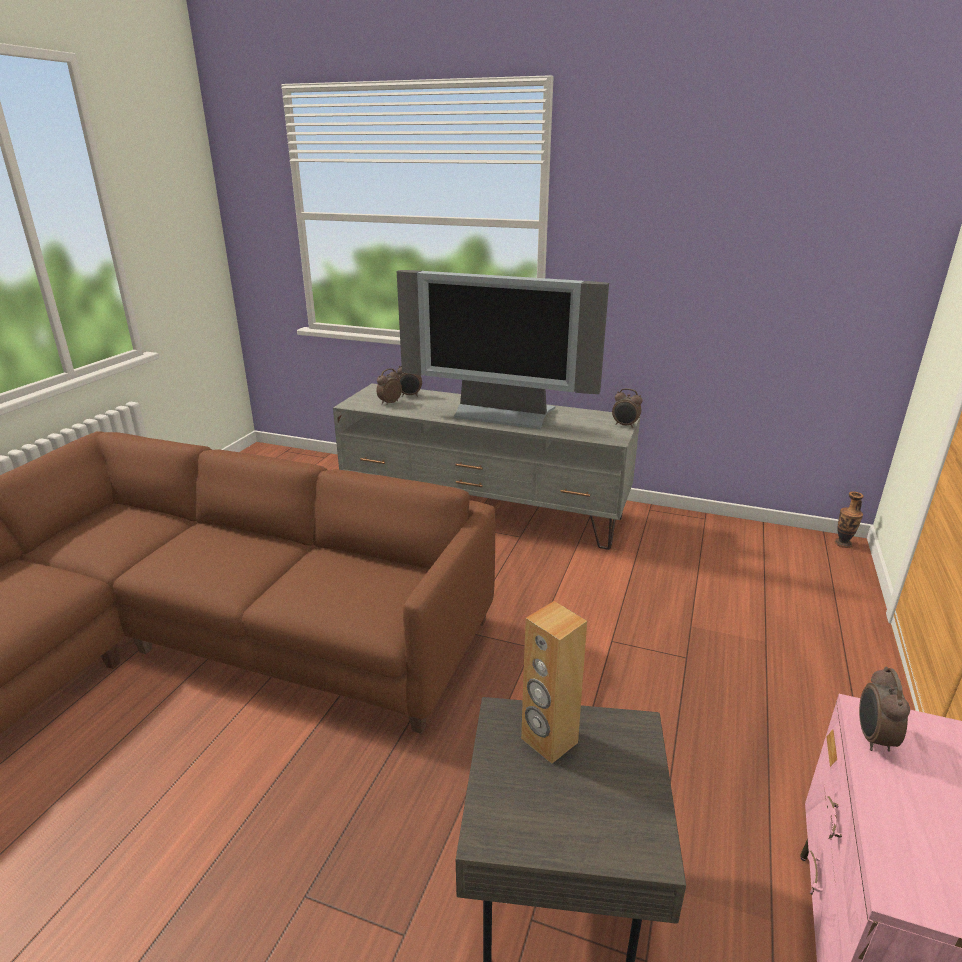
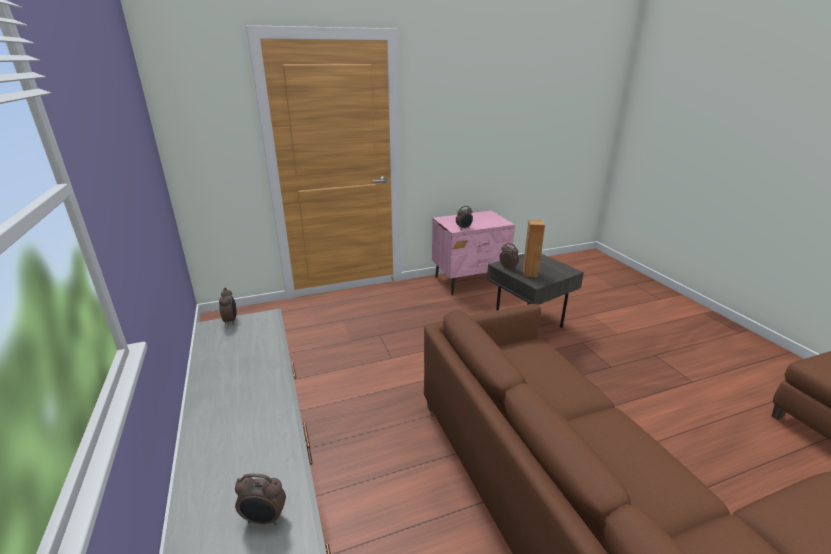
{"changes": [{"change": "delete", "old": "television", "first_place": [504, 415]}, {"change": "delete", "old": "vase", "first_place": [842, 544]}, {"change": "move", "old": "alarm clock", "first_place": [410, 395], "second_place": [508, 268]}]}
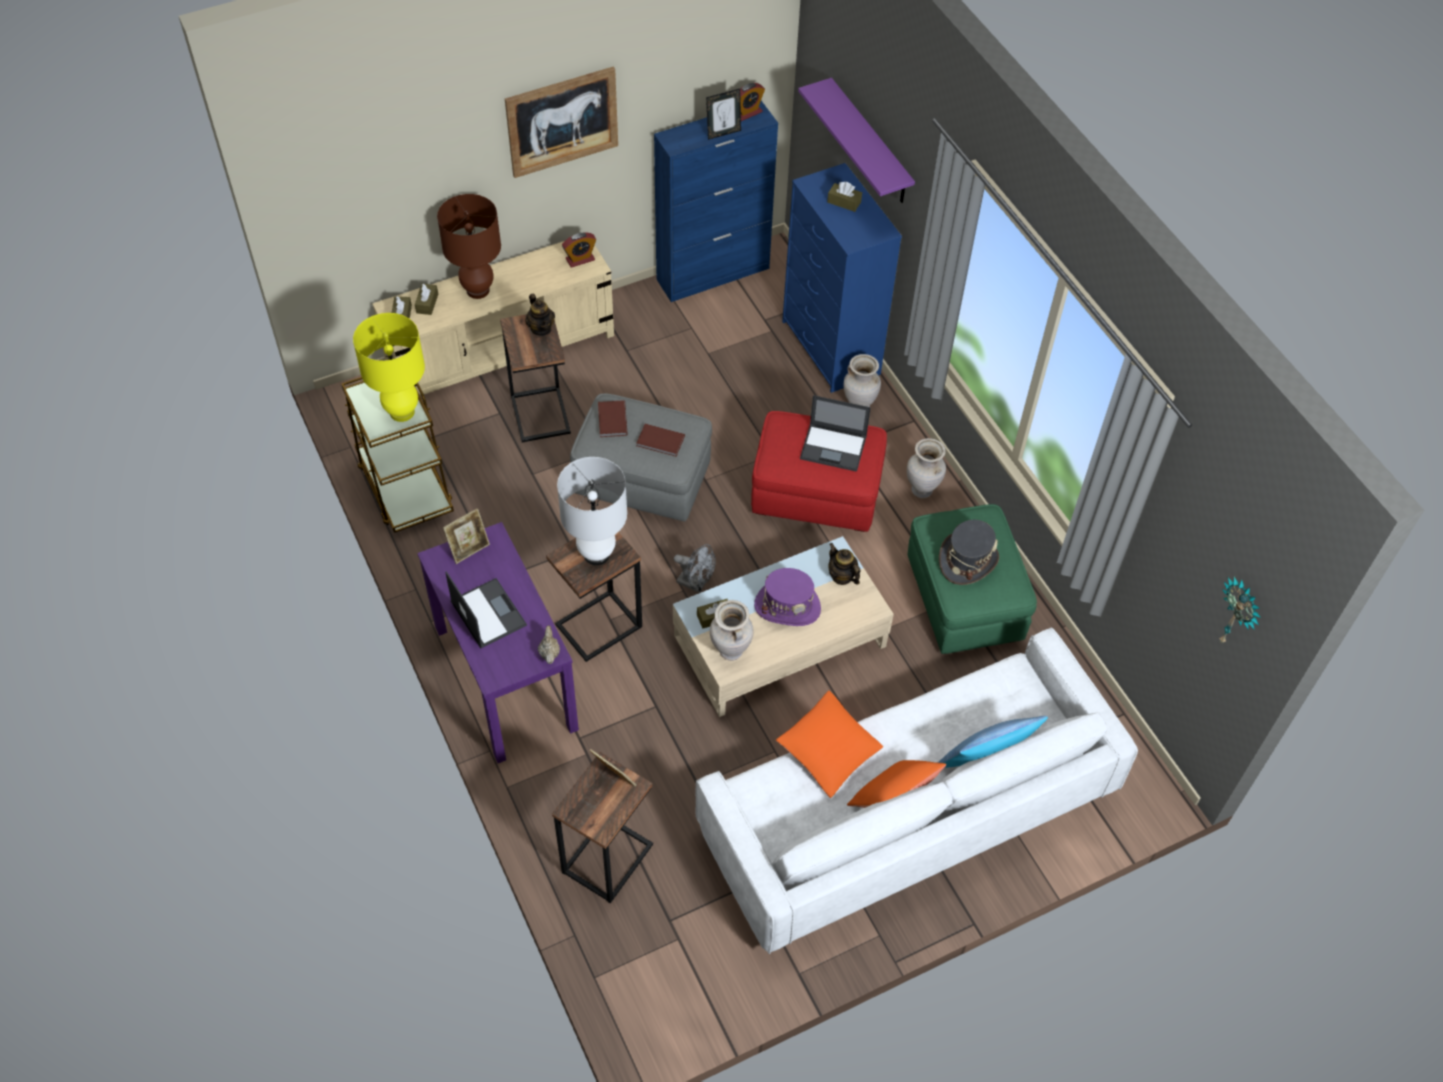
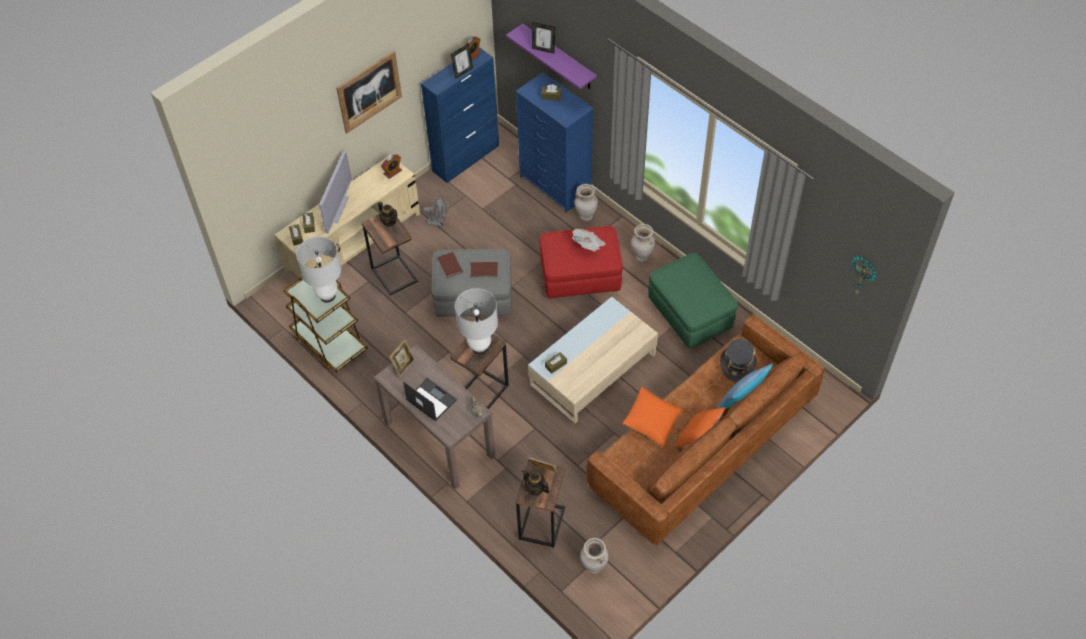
{"changes": [{"change": "delete", "old": "hat/purple", "first_place": [787, 606]}, {"change": "insert", "new": "picture frame", "second_place": [543, 49]}, {"change": "move", "old": "fan/grey", "first_place": [696, 584], "second_place": [438, 222]}, {"change": "move", "old": "vase/beige", "first_place": [730, 652], "second_place": [593, 567]}, {"change": "move", "old": "teapot", "first_place": [842, 576], "second_place": [535, 489]}, {"change": "move", "old": "hat/grey", "first_place": [967, 560], "second_place": [737, 364]}, {"change": "replace", "old": "table lamp/brown", "new": "television", "first_place": [478, 290], "second_place": [337, 208]}, {"change": "replace", "old": "laptop", "new": "newspaper", "first_place": [834, 447], "second_place": [588, 245]}, {"change": "recolor", "old": "table lamp/yellow", "new": "table lamp/white", "first_place": [402, 412], "second_place": [327, 296]}, {"change": "recolor", "old": "console table/purple", "new": "console table/brown", "first_place": [505, 677], "second_place": [438, 438]}, {"change": "recolor", "old": "sofa/white", "new": "sofa/brown", "first_place": [905, 813], "second_place": [702, 445]}]}
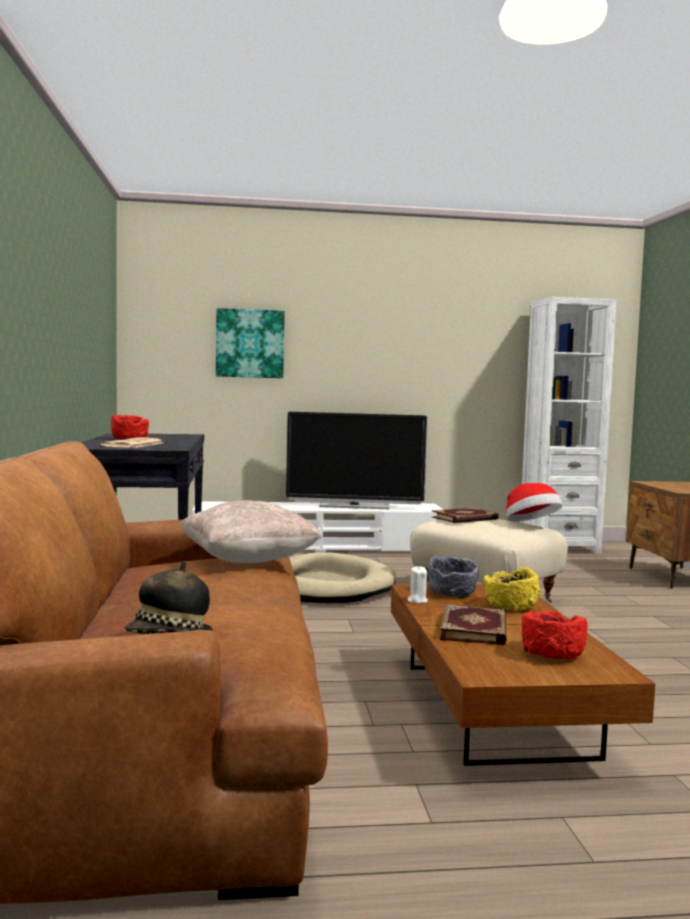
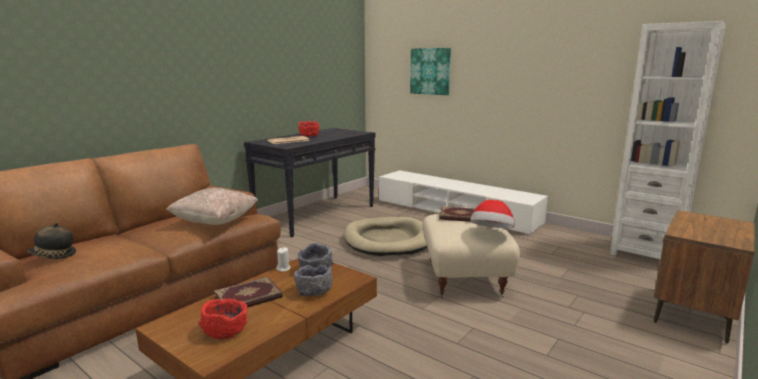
{"changes": [{"change": "delete", "old": "television", "first_place": [354, 506]}, {"change": "recolor", "old": "bowl/yellow", "new": "bowl/grey", "first_place": [511, 606], "second_place": [313, 291]}]}
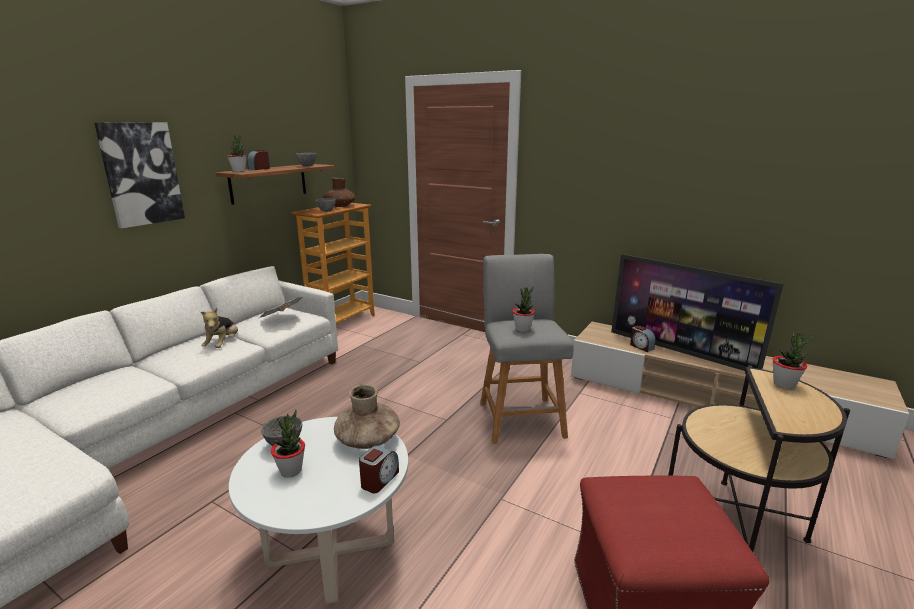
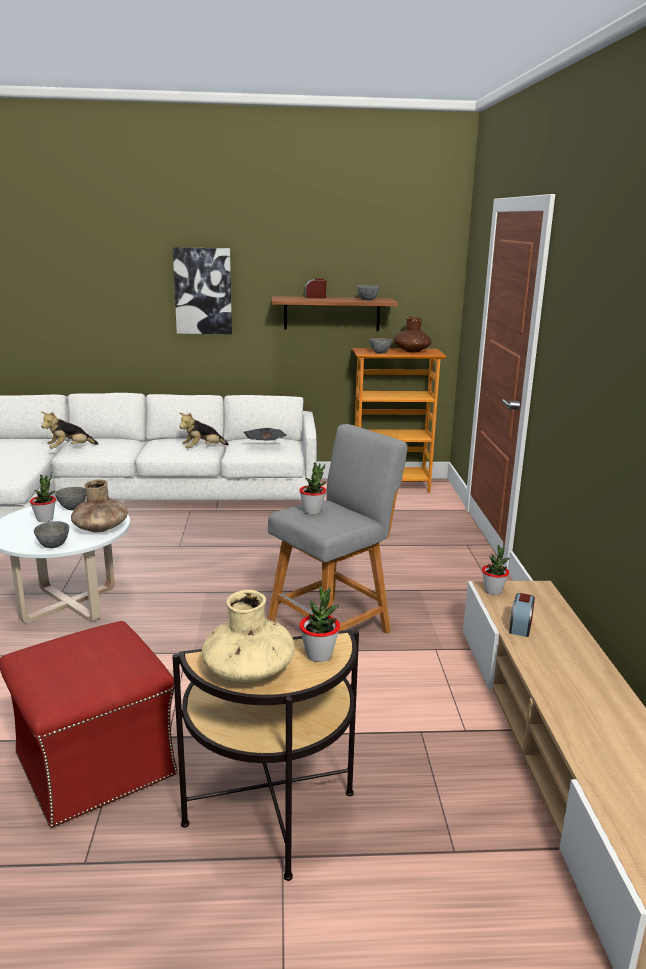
{"changes": [{"change": "delete", "old": "television", "first_place": [680, 351]}, {"change": "insert", "new": "plush toy", "second_place": [69, 449]}, {"change": "insert", "new": "vase/beige", "second_place": [248, 671]}, {"change": "move", "old": "potted plant", "first_place": [239, 171], "second_place": [493, 591]}, {"change": "replace", "old": "alarm clock", "new": "bowl/grey", "first_place": [379, 480], "second_place": [54, 546]}]}
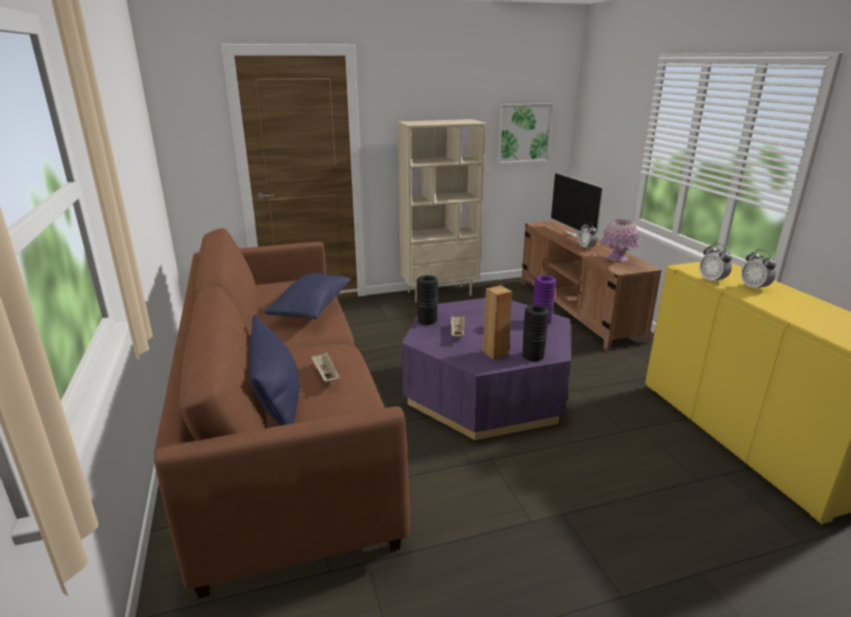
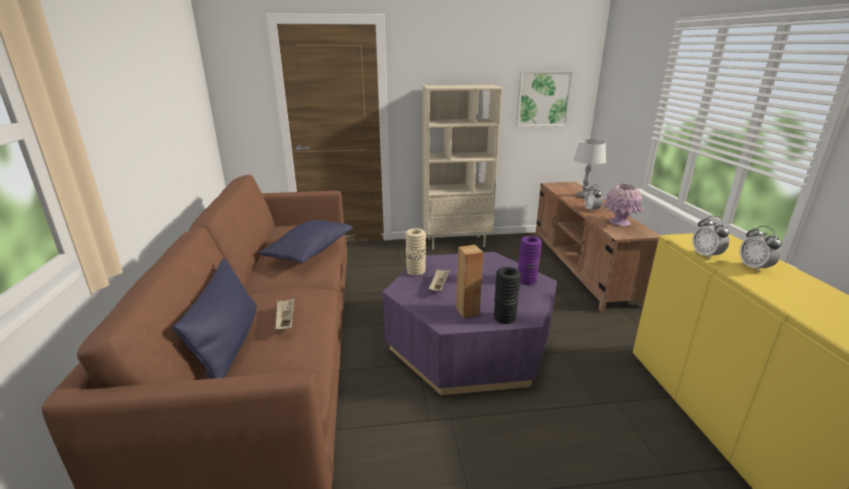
{"changes": [{"change": "replace", "old": "television", "new": "table lamp/grey", "first_place": [574, 234], "second_place": [584, 196]}, {"change": "recolor", "old": "vase/black", "new": "vase/beige", "first_place": [427, 321], "second_place": [416, 271]}]}
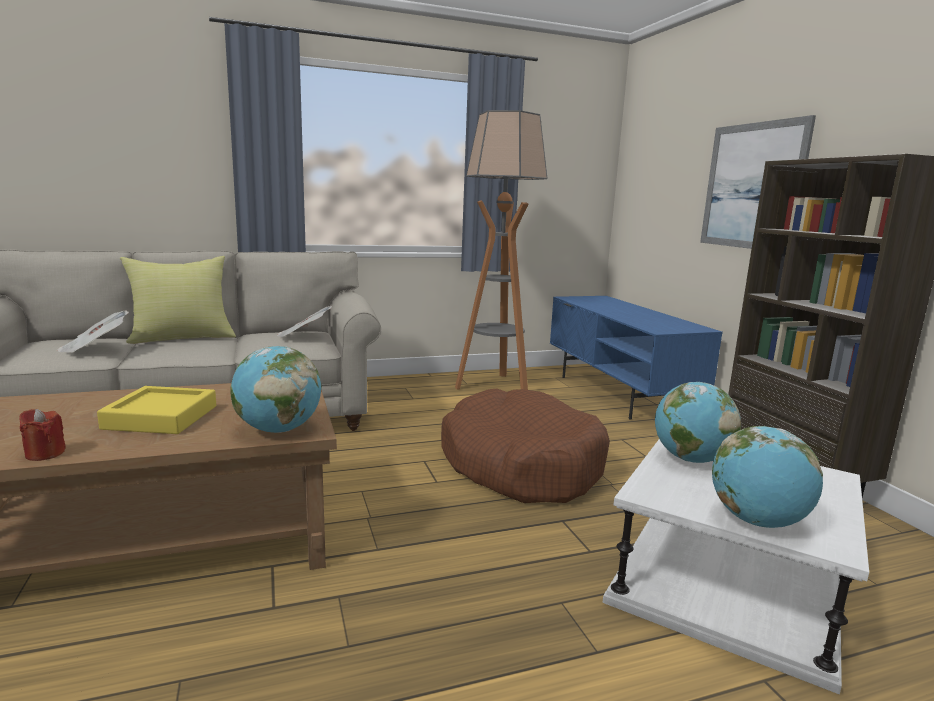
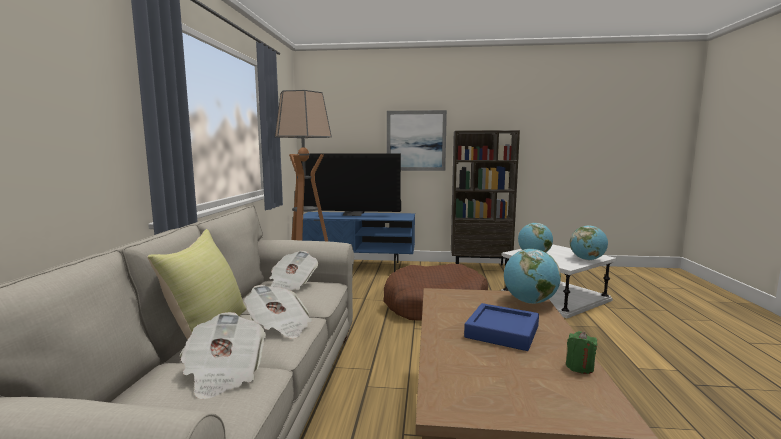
{"changes": [{"change": "insert", "new": "newspaper", "second_place": [280, 327]}, {"change": "insert", "new": "television", "second_place": [353, 214]}, {"change": "recolor", "old": "candle/red", "new": "candle/green", "first_place": [45, 454], "second_place": [579, 367]}, {"change": "recolor", "old": "tray/yellow", "new": "tray/blue", "first_place": [161, 417], "second_place": [502, 332]}]}
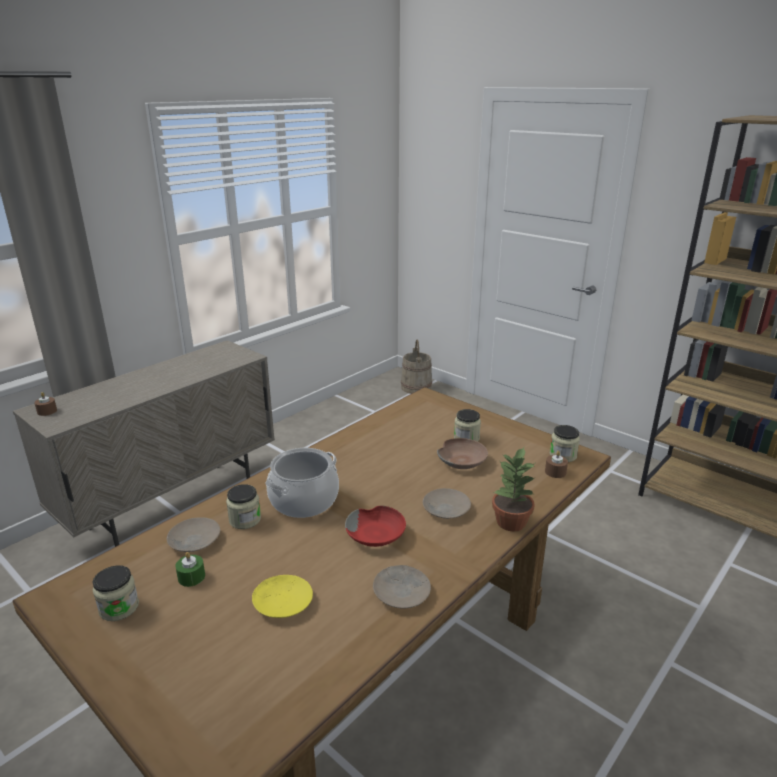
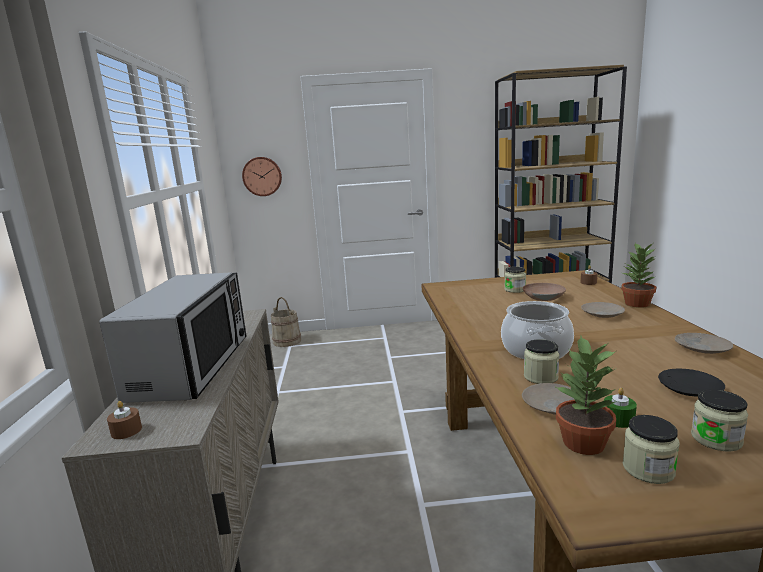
{"changes": [{"change": "delete", "old": "bowl/red", "first_place": [377, 534]}, {"change": "insert", "new": "microwave", "second_place": [192, 366]}, {"change": "insert", "new": "wall clock", "second_place": [262, 176]}, {"change": "insert", "new": "potted plant", "second_place": [583, 444]}, {"change": "move", "old": "jar", "first_place": [563, 455], "second_place": [716, 439]}, {"change": "recolor", "old": "plate/yellow", "new": "plate/black", "first_place": [282, 602], "second_place": [689, 389]}]}
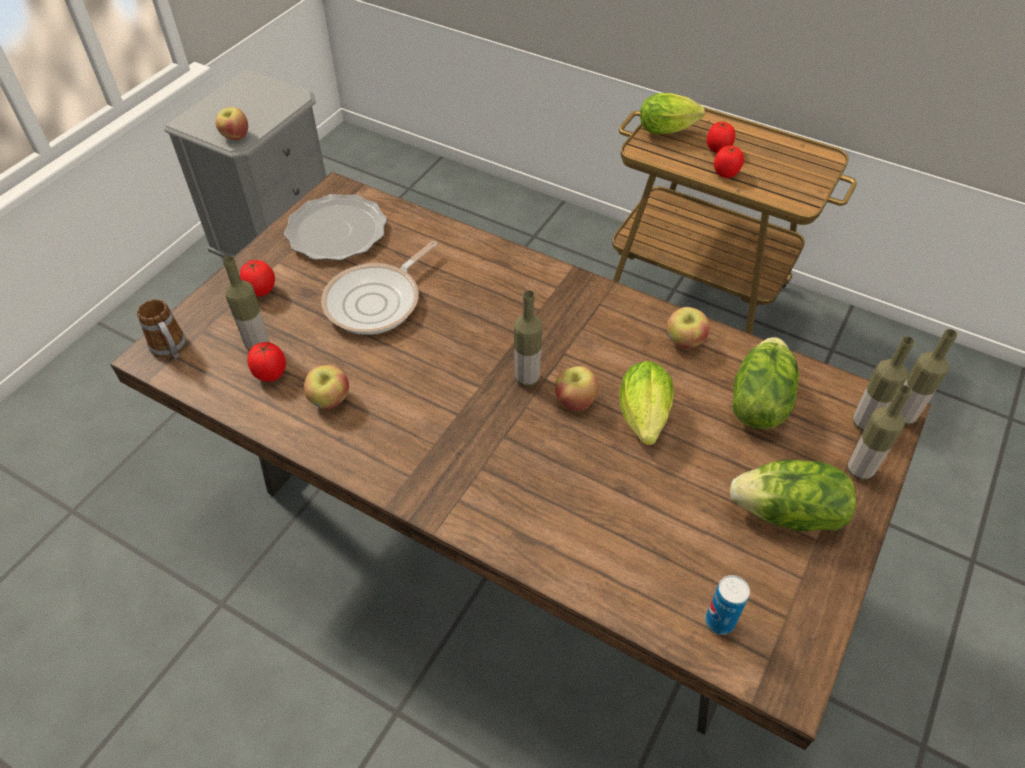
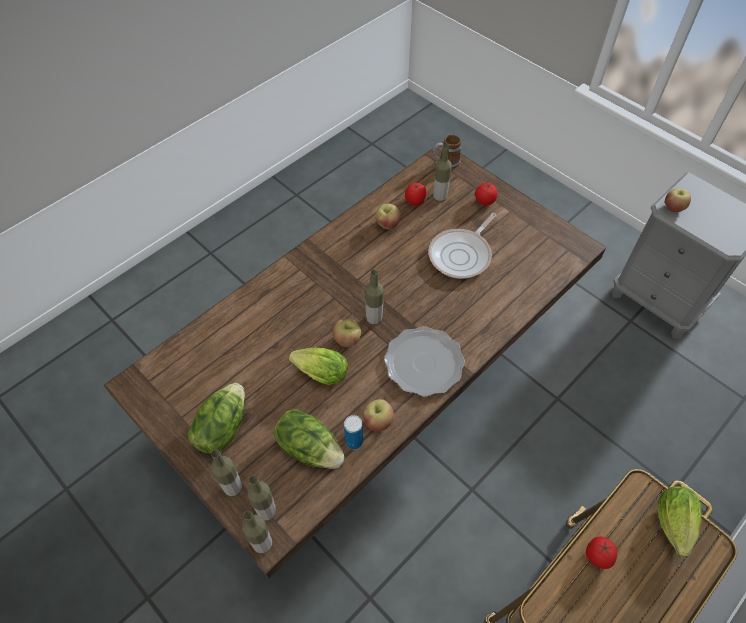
{"changes": [{"change": "delete", "old": "tomato", "first_place": [718, 150]}, {"change": "move", "old": "plate", "first_place": [336, 231], "second_place": [423, 362]}, {"change": "move", "old": "can", "first_place": [719, 621], "second_place": [354, 441]}, {"change": "rotate", "old": "frying pan", "first_place": [377, 301], "second_place": [462, 255], "degrees": -105}]}
